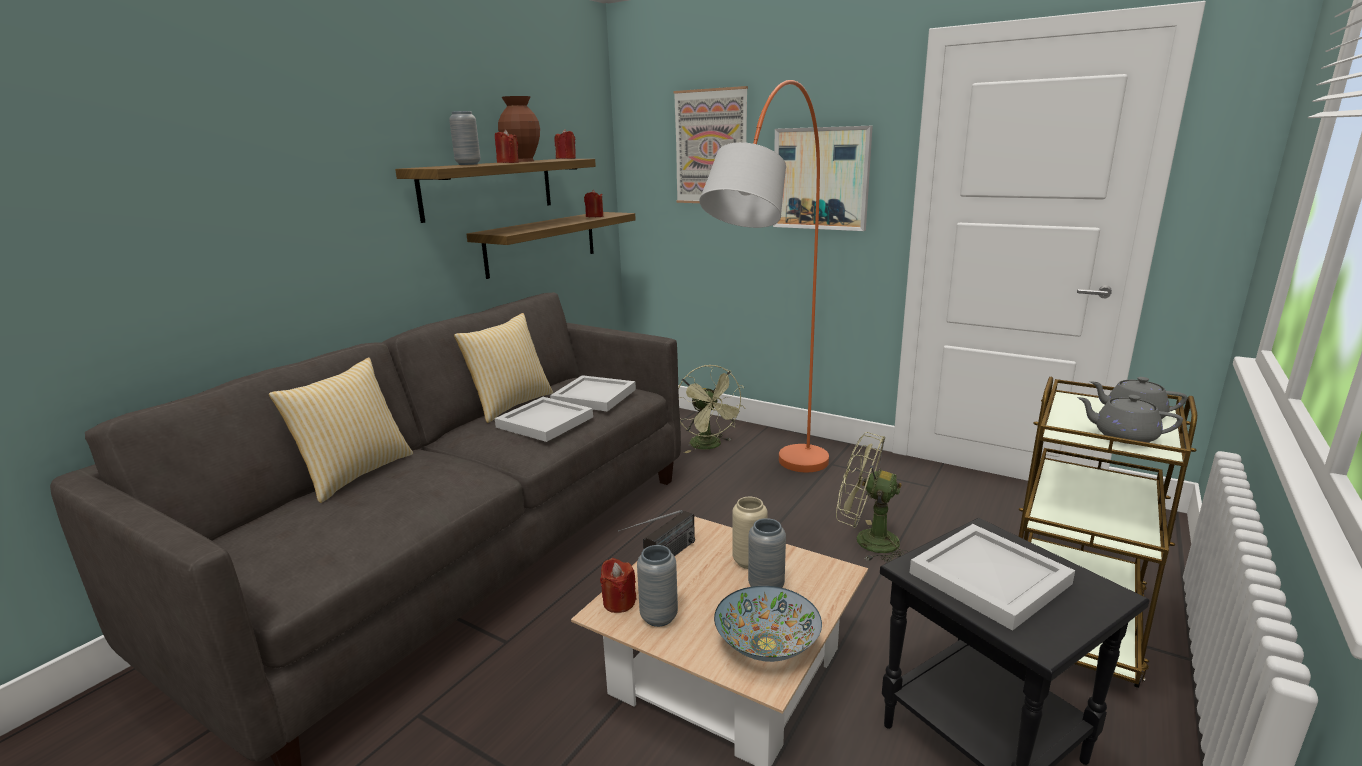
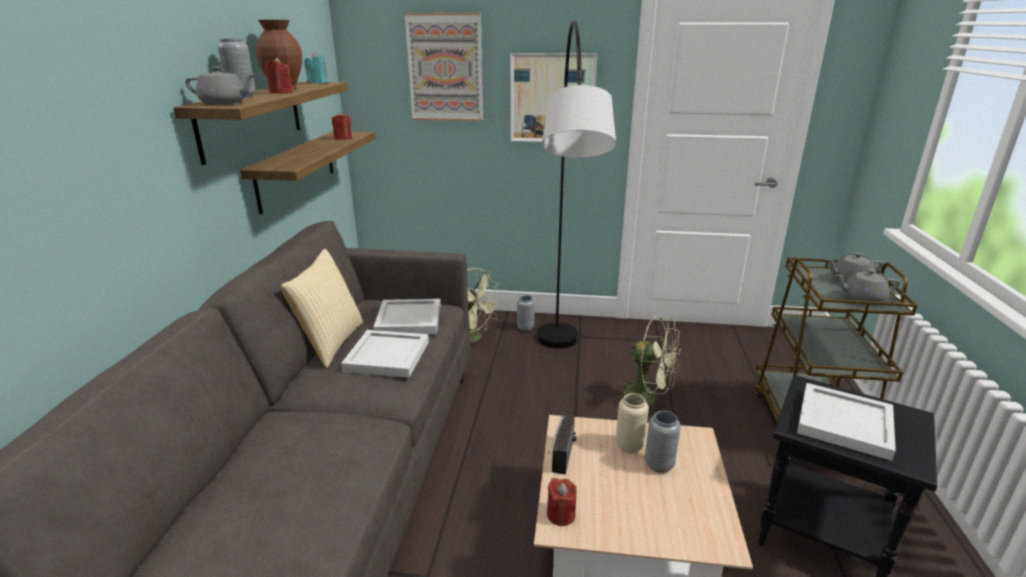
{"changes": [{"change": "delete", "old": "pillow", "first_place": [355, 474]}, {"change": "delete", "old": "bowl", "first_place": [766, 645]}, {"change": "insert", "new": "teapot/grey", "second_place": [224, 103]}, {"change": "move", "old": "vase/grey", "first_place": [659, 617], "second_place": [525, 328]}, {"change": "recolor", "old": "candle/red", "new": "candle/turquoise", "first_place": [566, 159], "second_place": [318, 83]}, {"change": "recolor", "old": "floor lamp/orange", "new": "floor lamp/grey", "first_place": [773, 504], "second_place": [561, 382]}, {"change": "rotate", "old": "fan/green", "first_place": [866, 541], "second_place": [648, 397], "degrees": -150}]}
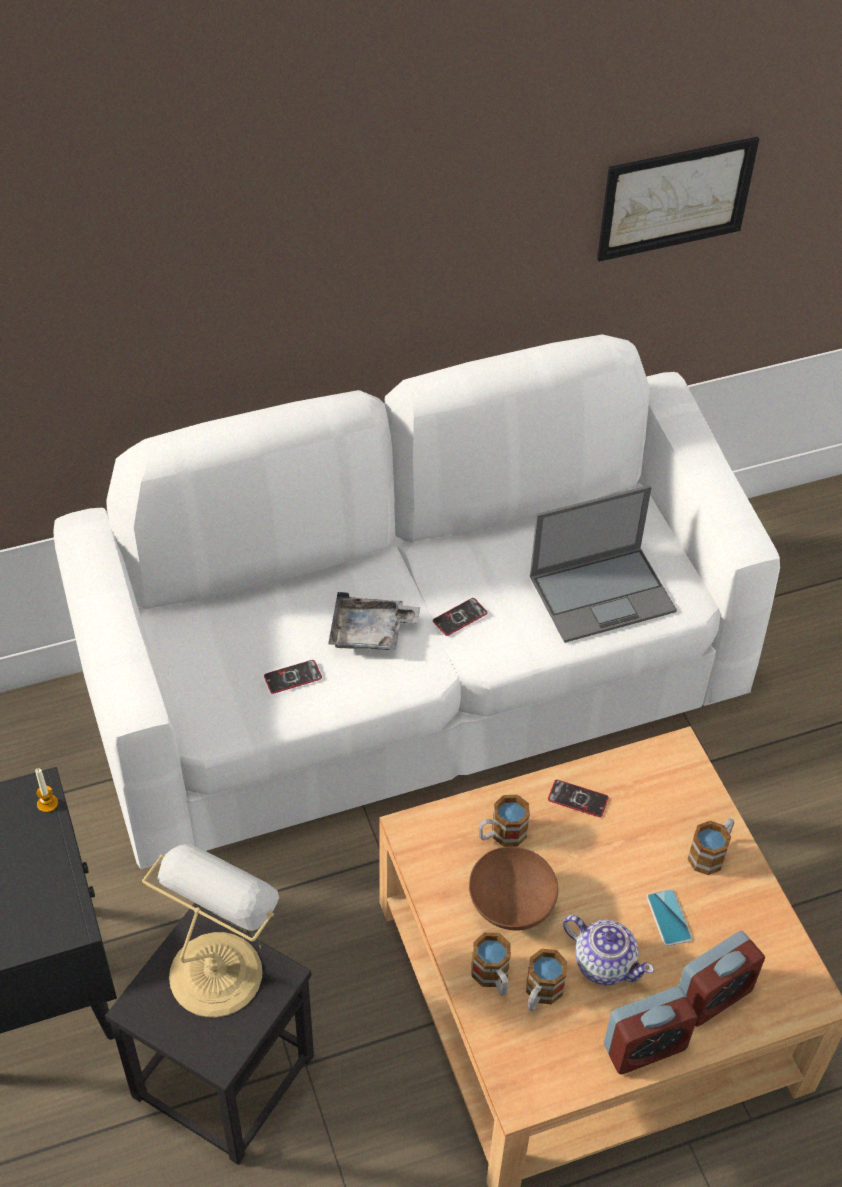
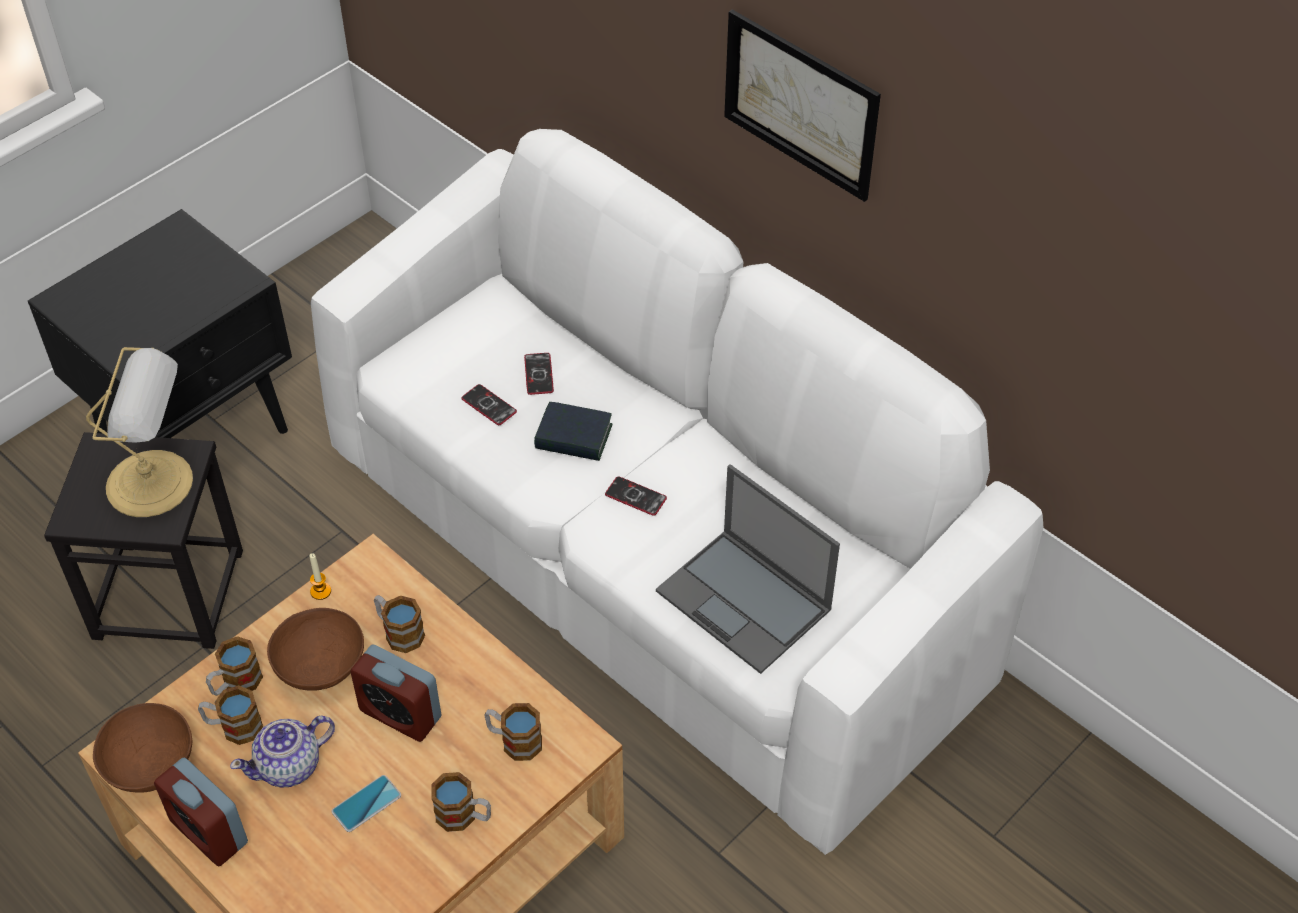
{"changes": [{"change": "insert", "new": "bowl/brown", "second_place": [151, 768]}, {"change": "insert", "new": "mug", "second_place": [514, 741]}, {"change": "move", "old": "candle", "first_place": [47, 803], "second_place": [320, 591]}, {"change": "move", "old": "phone", "first_place": [577, 799], "second_place": [538, 374]}, {"change": "move", "old": "picture", "first_place": [675, 198], "second_place": [800, 104]}, {"change": "move", "old": "alarm clock", "first_place": [713, 996], "second_place": [400, 714]}, {"change": "replace", "old": "tray/grey", "new": "book", "first_place": [370, 632], "second_place": [574, 437]}, {"change": "rotate", "old": "teapot", "first_place": [604, 962], "second_place": [290, 766], "degrees": 45}]}
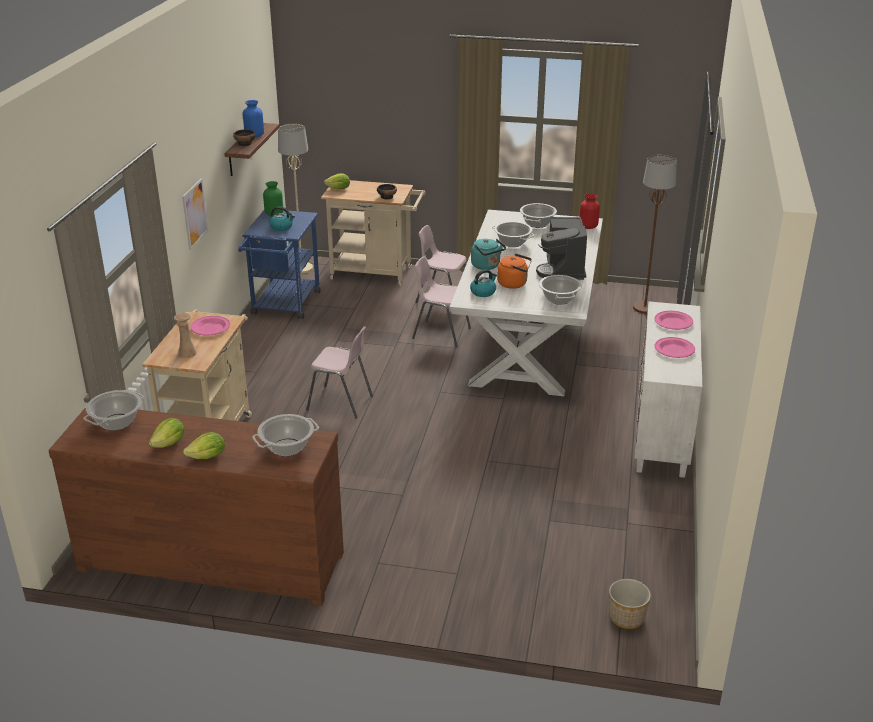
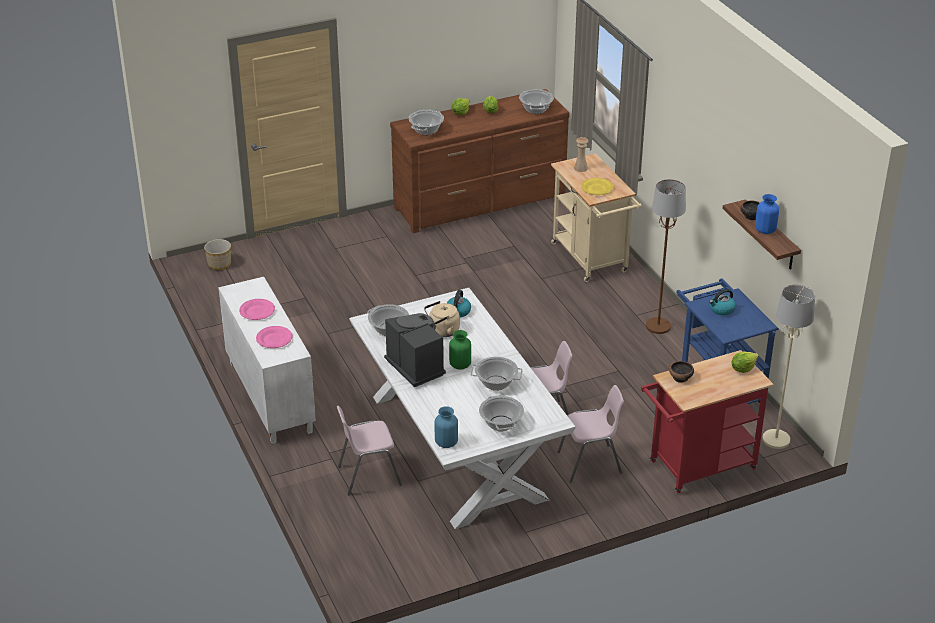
{"changes": [{"change": "delete", "old": "picture", "first_place": [195, 214]}, {"change": "delete", "old": "kettle/turquoise", "first_place": [487, 266]}, {"change": "move", "old": "vase/green", "first_place": [274, 214], "second_place": [460, 364]}, {"change": "move", "old": "chair/pink", "first_place": [340, 403], "second_place": [368, 475]}, {"change": "move", "old": "floor lamp/brown", "first_place": [645, 308], "second_place": [658, 326]}, {"change": "recolor", "old": "plate/pink", "new": "plate/yellow", "first_place": [210, 328], "second_place": [597, 188]}, {"change": "recolor", "old": "cart/beige", "new": "cart/red", "first_place": [376, 273], "second_place": [696, 468]}, {"change": "recolor", "old": "kettle/orange", "new": "kettle/beige", "first_place": [514, 284], "second_place": [442, 331]}, {"change": "recolor", "old": "vase/red", "new": "vase/blue", "first_place": [588, 226], "second_place": [446, 442]}]}
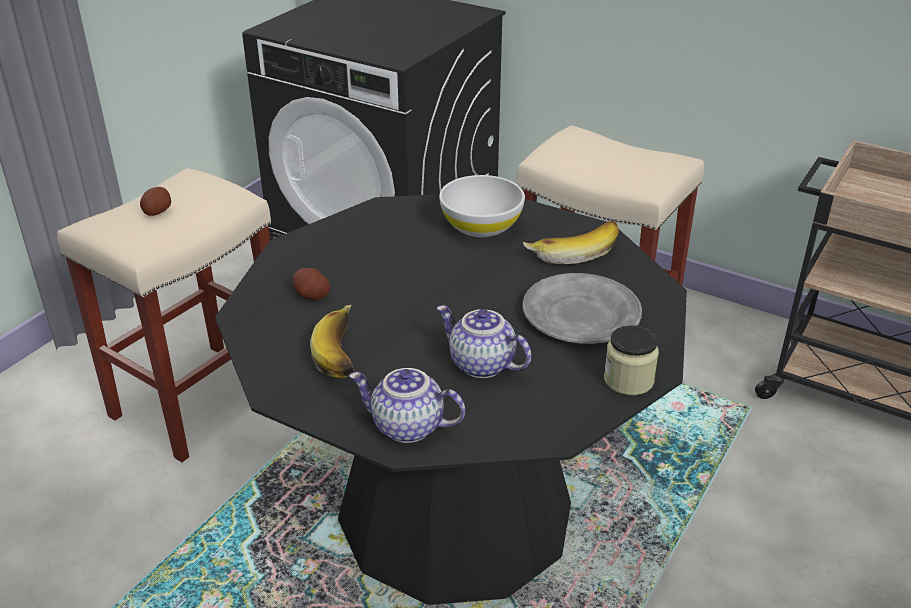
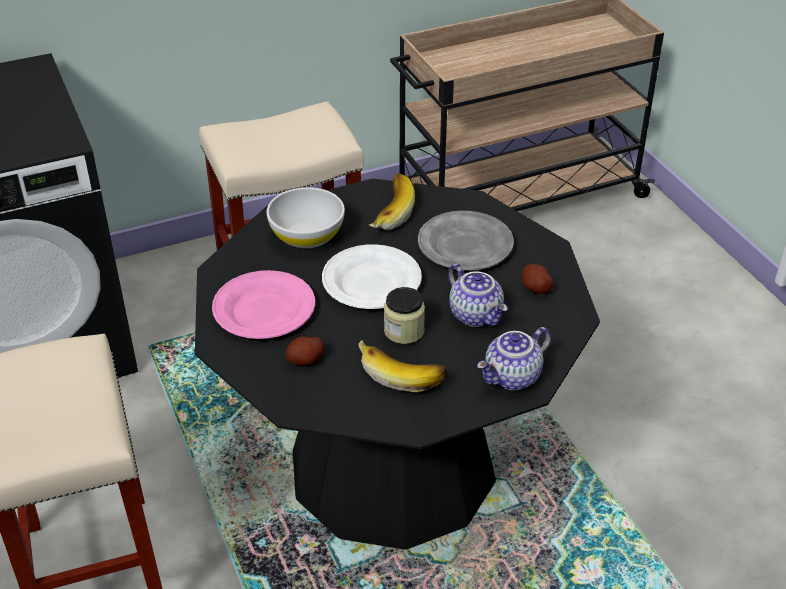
{"changes": [{"change": "insert", "new": "plate/pink", "second_place": [264, 310]}, {"change": "insert", "new": "plate/white", "second_place": [371, 282]}, {"change": "move", "old": "potato", "first_place": [157, 211], "second_place": [535, 288]}, {"change": "move", "old": "jar", "first_place": [628, 380], "second_place": [404, 331]}, {"change": "rotate", "old": "teapot", "first_place": [480, 365], "second_place": [477, 315], "degrees": -105}]}
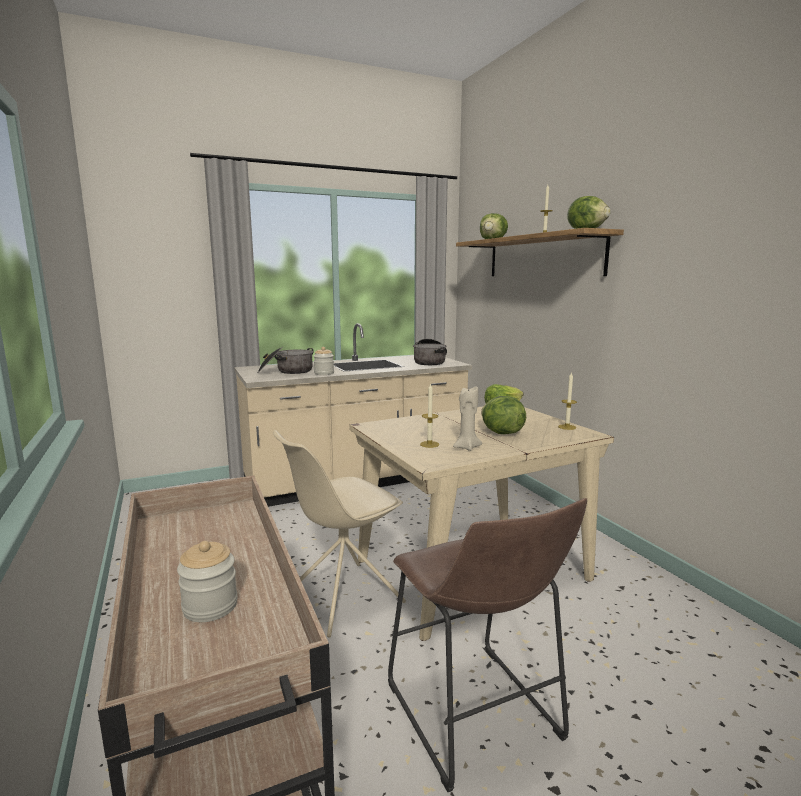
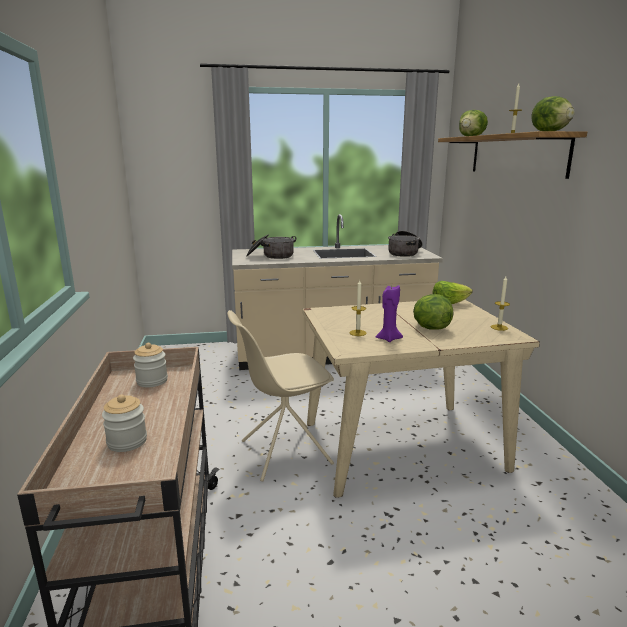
{"changes": [{"change": "delete", "old": "stool/brown", "first_place": [476, 719]}, {"change": "move", "old": "jar", "first_place": [324, 373], "second_place": [152, 381]}, {"change": "recolor", "old": "candle/beige", "new": "candle/purple", "first_place": [466, 447], "second_place": [388, 339]}]}
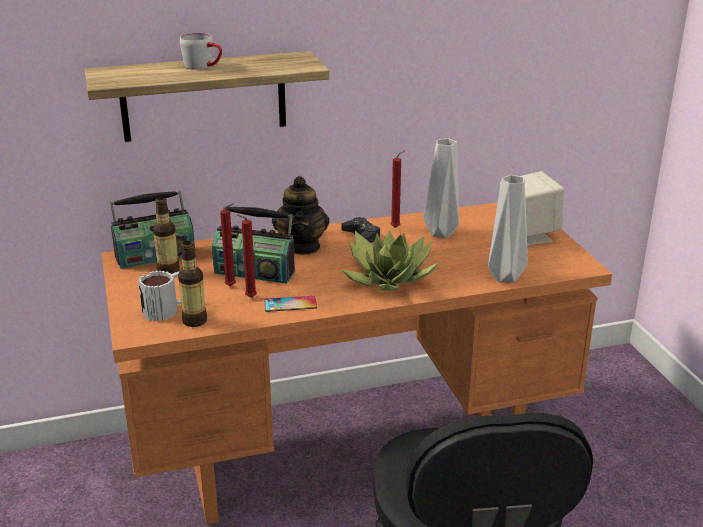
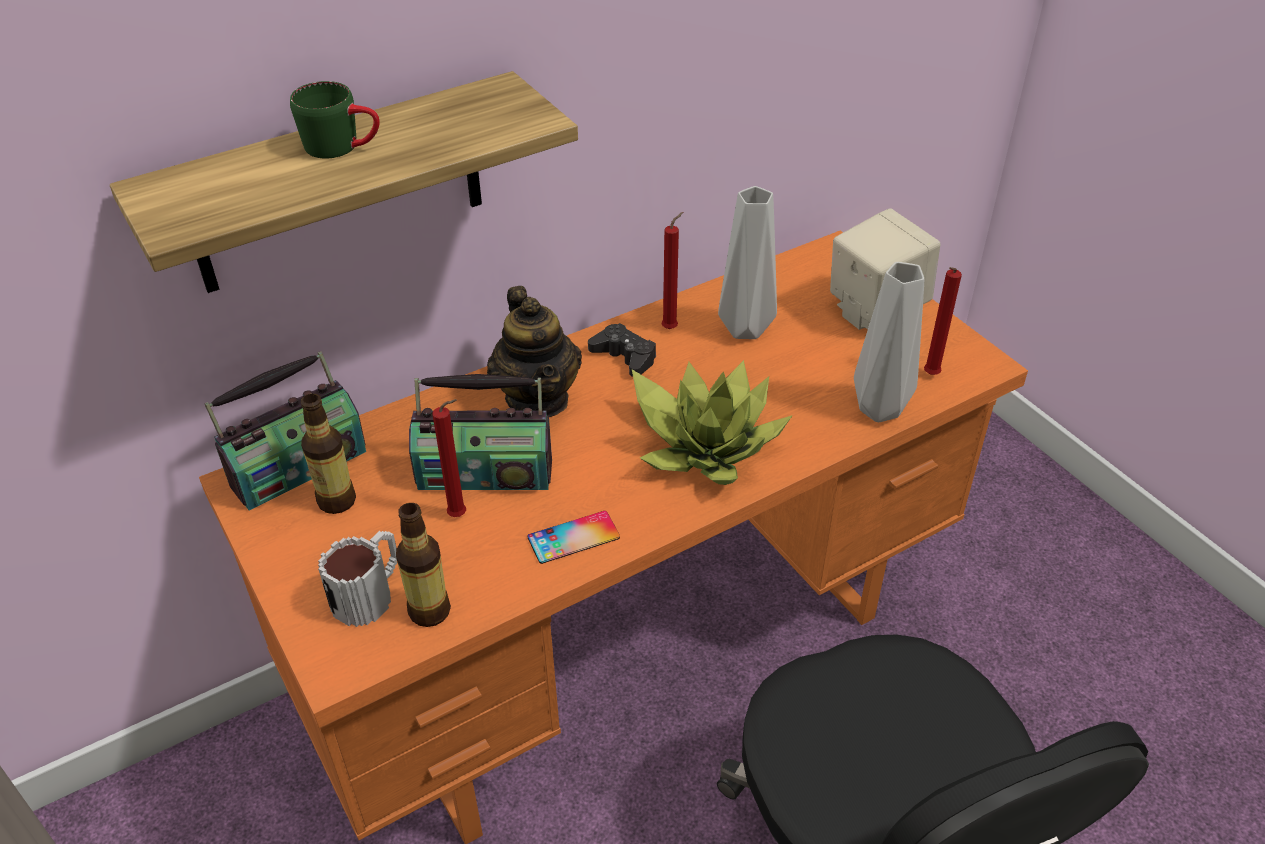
{"changes": [{"change": "move", "old": "candle/red", "first_place": [249, 298], "second_place": [929, 376]}, {"change": "recolor", "old": "mug/grey", "new": "mug/green", "first_place": [204, 66], "second_place": [343, 146]}]}
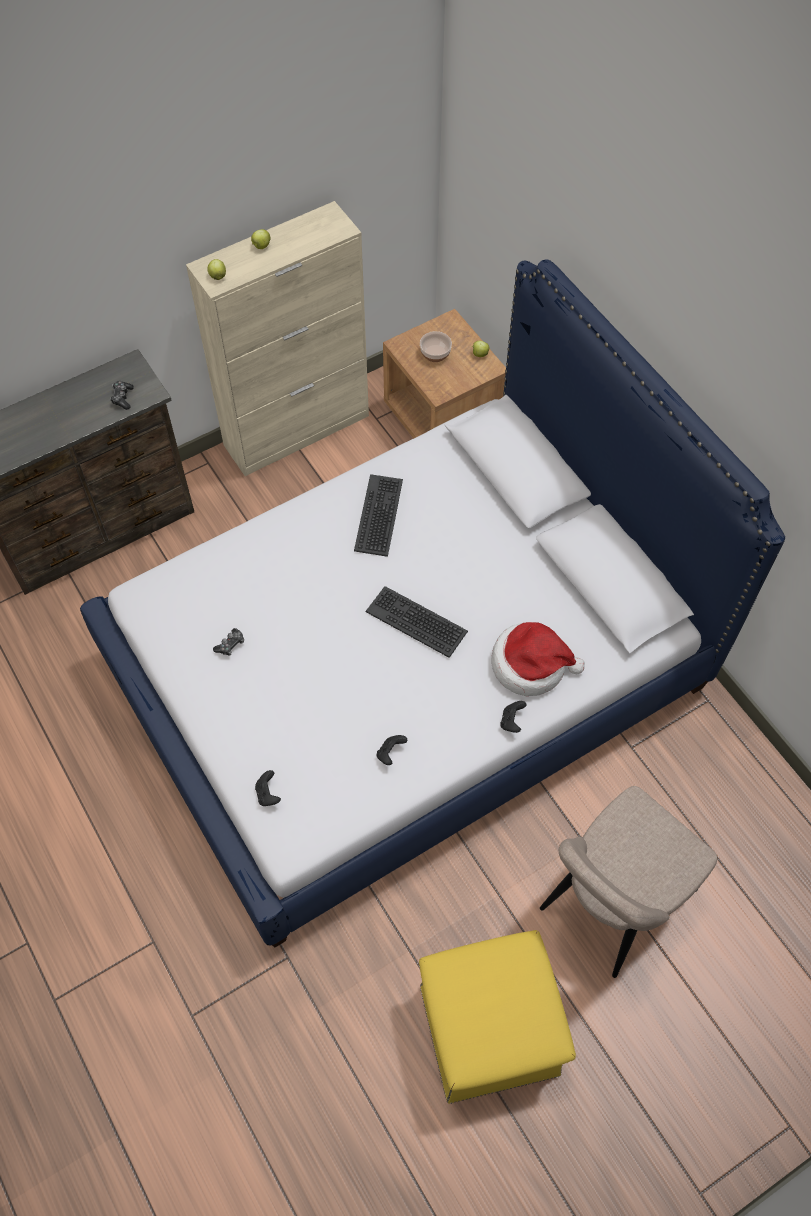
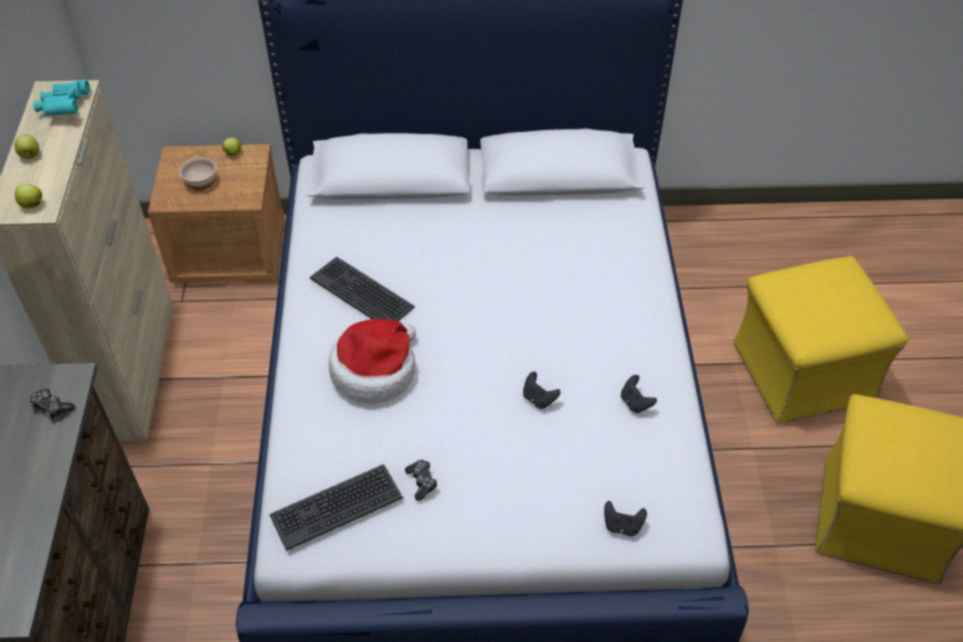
{"changes": [{"change": "insert", "new": "binoculars/turquoise", "second_place": [65, 108]}, {"change": "move", "old": "keyboard", "first_place": [417, 621], "second_place": [336, 506]}, {"change": "move", "old": "hat", "first_place": [531, 665], "second_place": [375, 370]}, {"change": "move", "old": "game controller/black", "first_place": [512, 721], "second_place": [539, 399]}, {"change": "replace", "old": "chair/beige", "new": "ottoman/yellow", "first_place": [612, 904], "second_place": [801, 372]}]}
